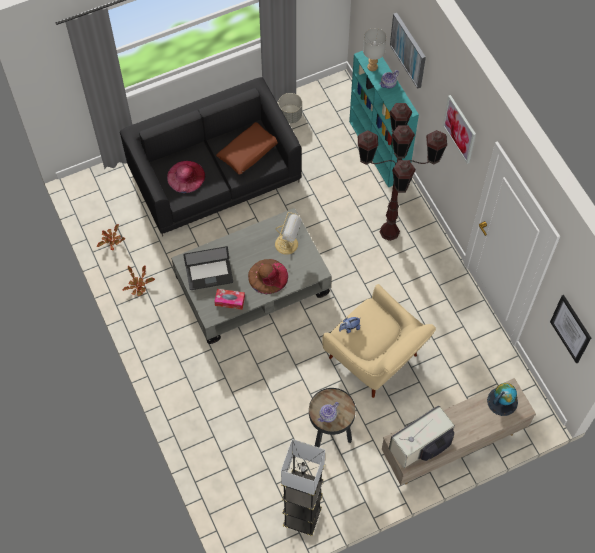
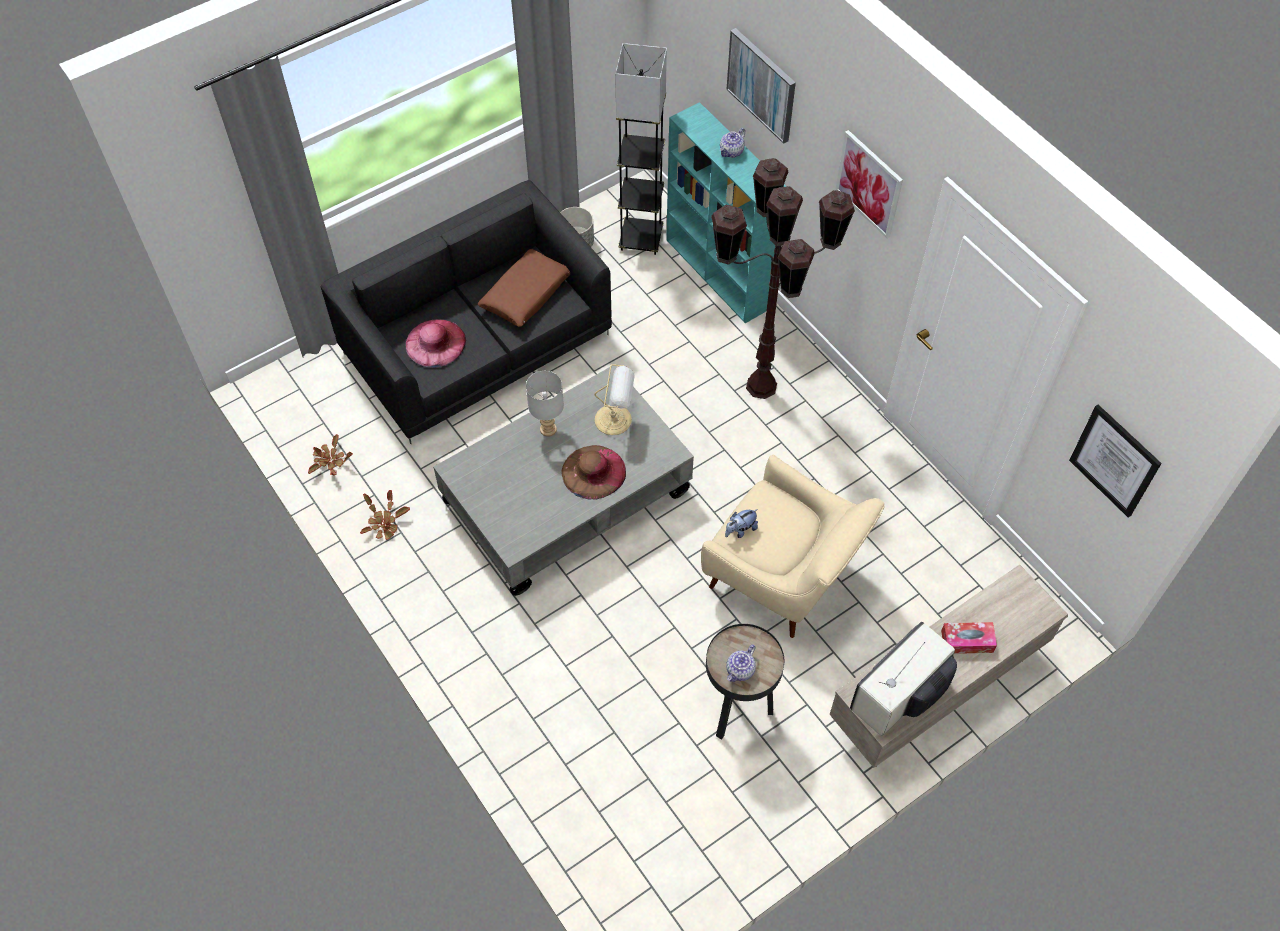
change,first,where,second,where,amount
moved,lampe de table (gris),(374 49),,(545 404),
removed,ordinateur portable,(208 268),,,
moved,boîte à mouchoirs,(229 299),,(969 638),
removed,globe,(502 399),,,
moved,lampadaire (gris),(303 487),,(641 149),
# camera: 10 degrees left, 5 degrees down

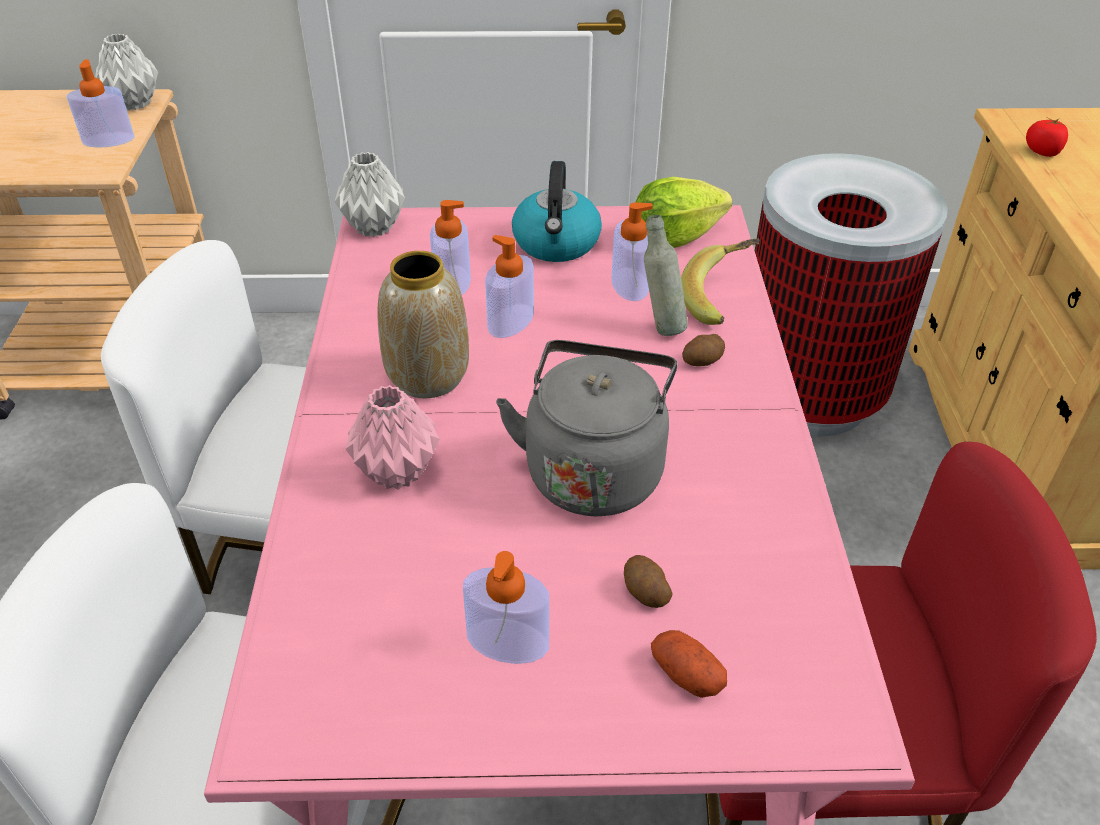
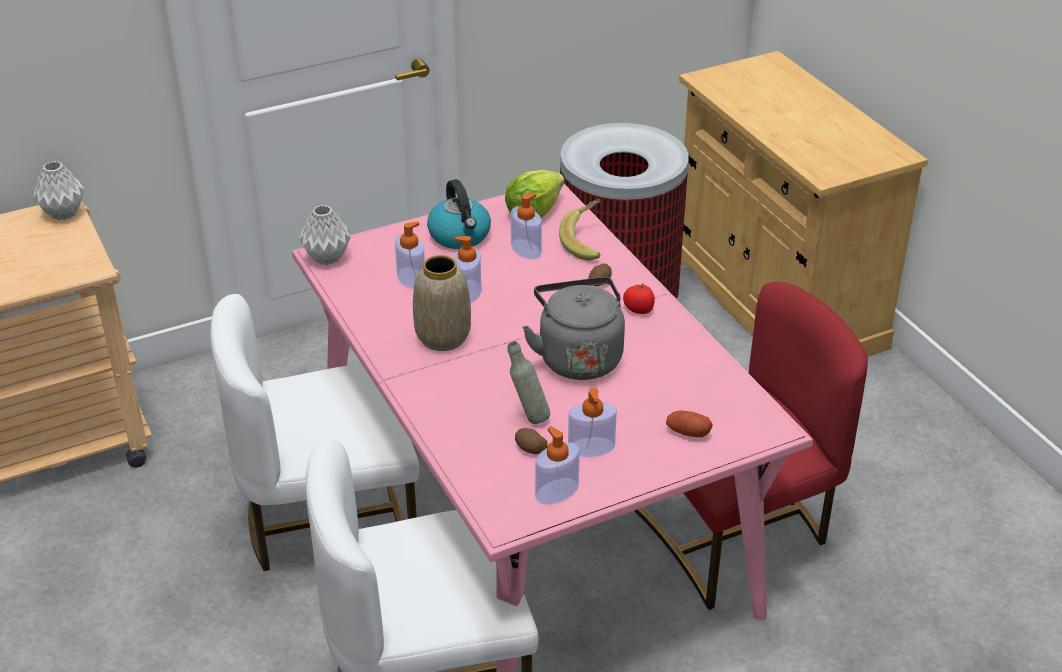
change,first,where,second,where,amount
moved,distributeur de savon,(100 103),,(557 465),
moved,tomate,(1047 137),,(639 298),
moved,bouteille (gris),(666 275),,(528 382),
removed,vase (rose),(392 437),,,
moved,pomme de terre,(648 581),,(531 441),
# camera: 25 degrees left, 5 degrees down

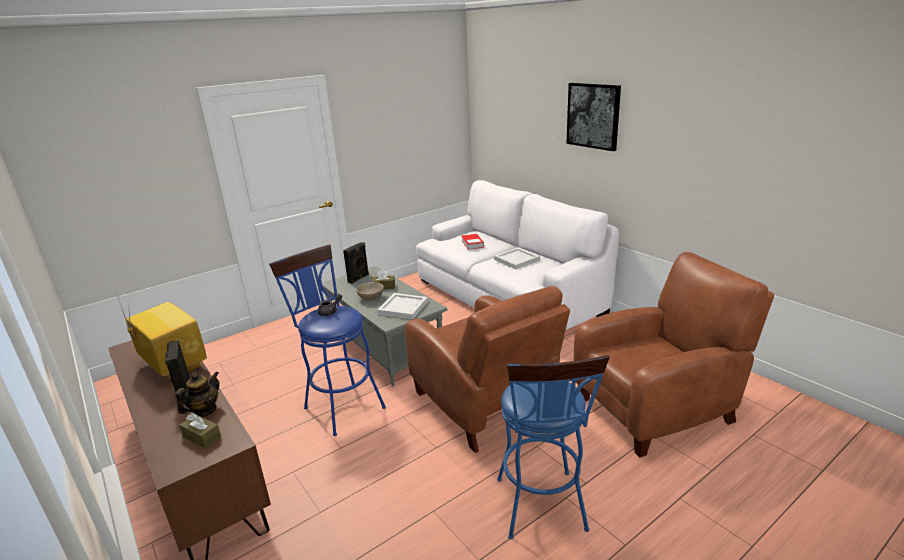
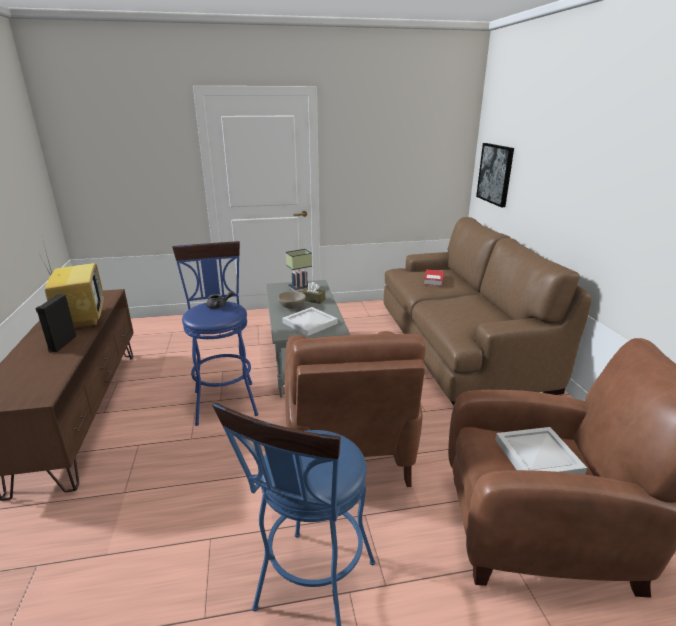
change,first,where,second,where,amount
moved,tableau,(593 117),,(495 175),
recoloured,canapé (blanc),(517 255),canapé (marron),(488 311),
replaced,enceinte (noir),(356 263),lampe de table,(299 270),
moved,plateau (blanc),(517 258),,(541 450),
removed,théière,(197 394),,,
removed,boîte à mouchoirs (marron),(200 430),,,
# camera: 25 degrees right, 0 degrees up

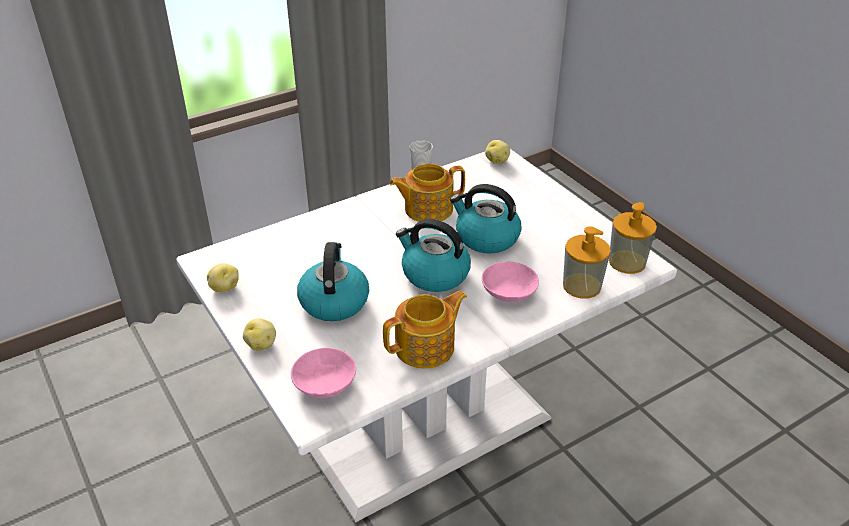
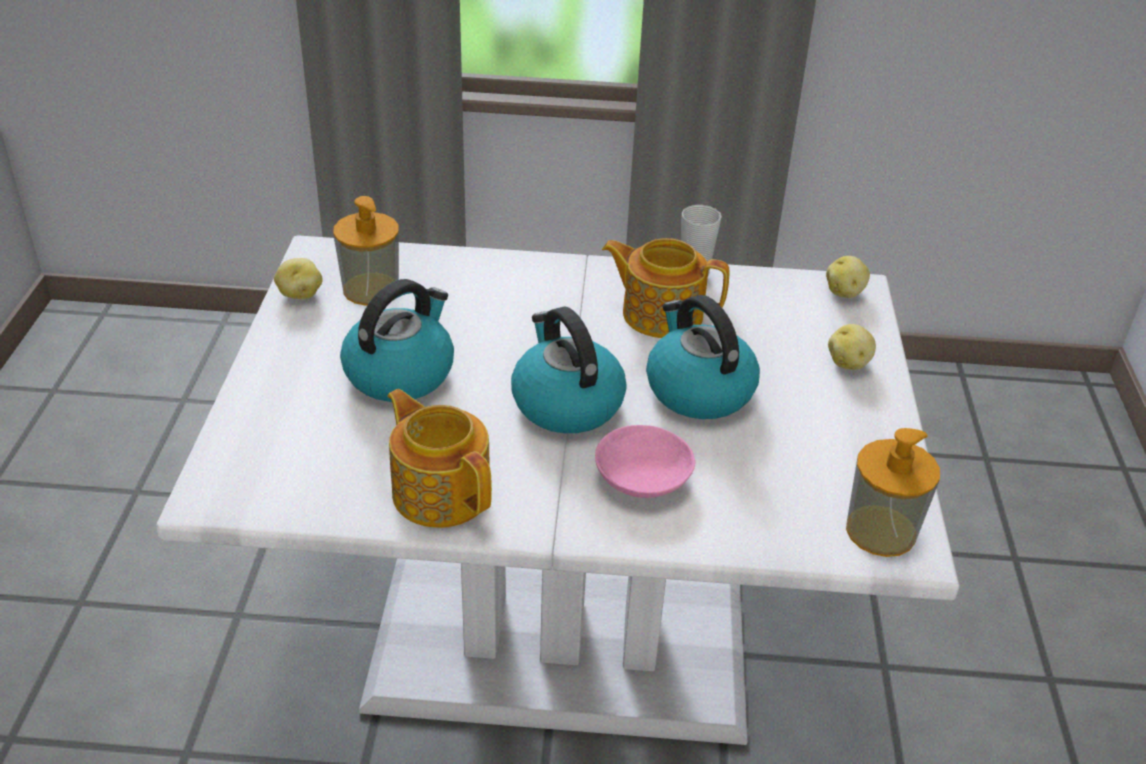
change,first,where,second,where,amount
moved,distributeur de savon,(587 262),,(366 251),
turned,théière,(425 330),,(439 458),135 degrees counterclockwise
moved,pomme de terre,(259 335),,(852 347),
removed,bol (rose),(323 373),,,
# camera: 35 degrees right, 0 degrees up

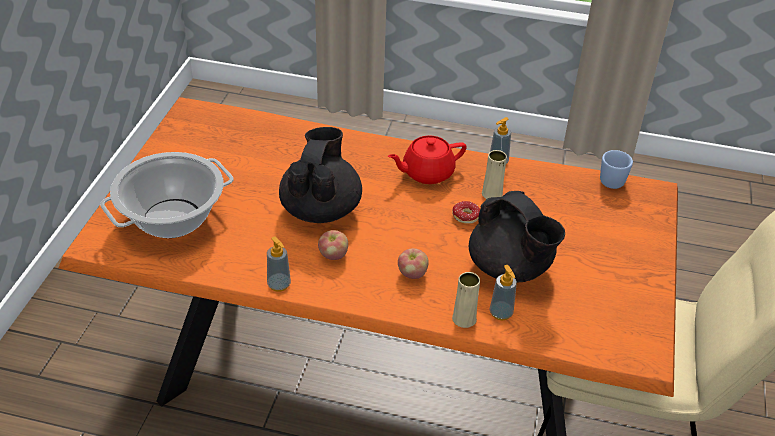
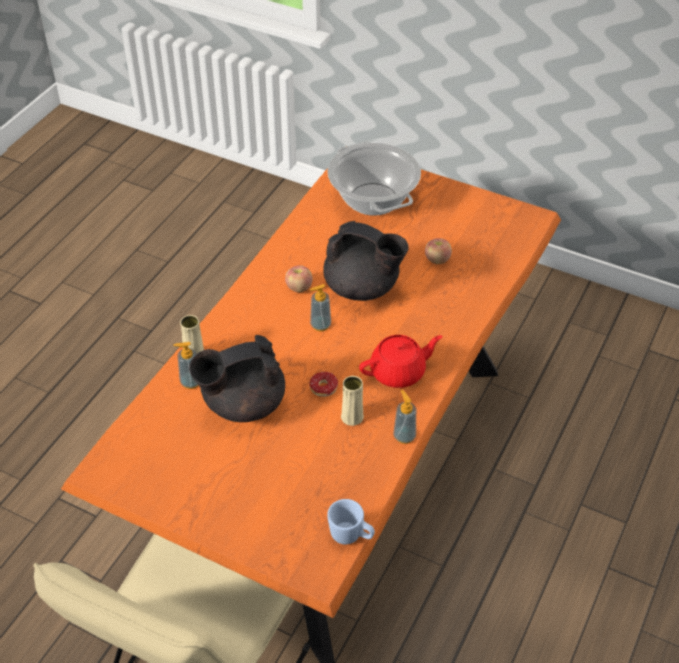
change,first,where,second,where,amount
turned,théière (rouge),(427 159),,(401 361),75 degrees clockwise
moved,distributeur de savon,(279 264),,(320 307),
moved,pomme,(413 263),,(438 251),
# camera: 105 degrees right, 5 degrees up

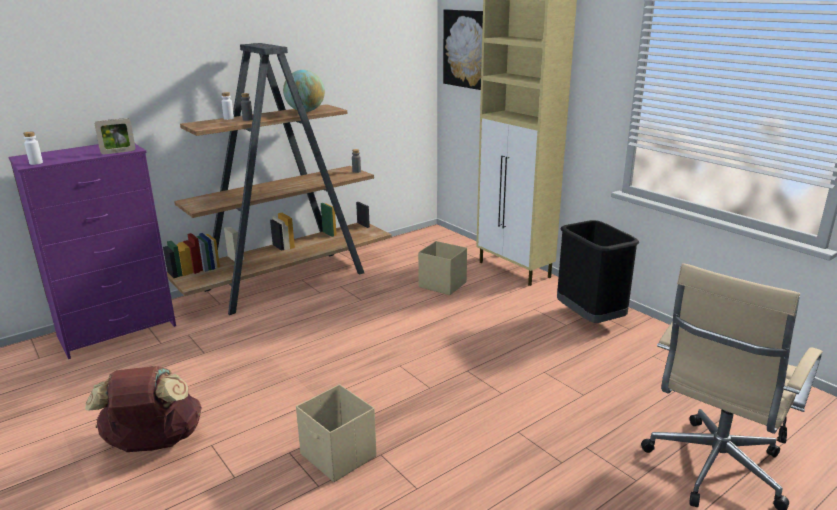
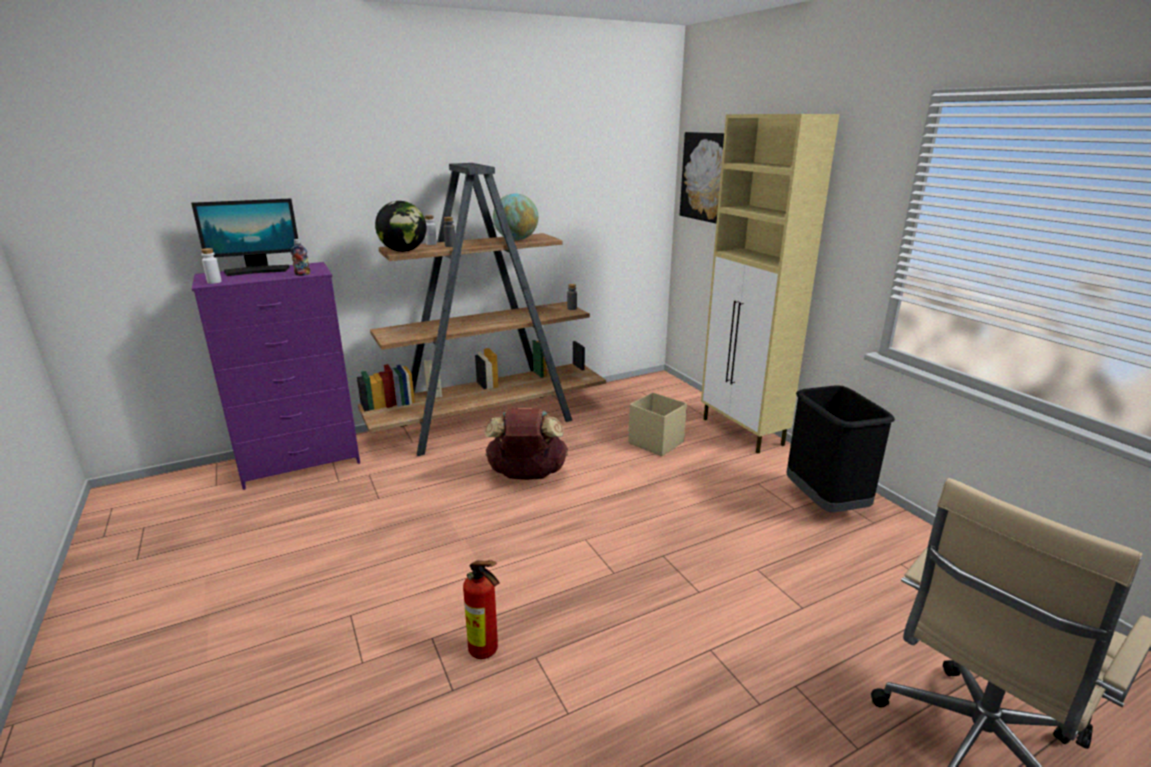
change,first,where,second,where,amount
replaced,cadre photo,(115 136),bouteille,(300 257),
moved,sac à dos (marron),(143 409),,(526 444),
replaced,boîte de rangement (beige),(336 433),extincteur,(481 609),
added,,,écran d'ordinateur,(244 237),
added,,,globe,(400 226),
# camera: 10 degrees right, 0 degrees up

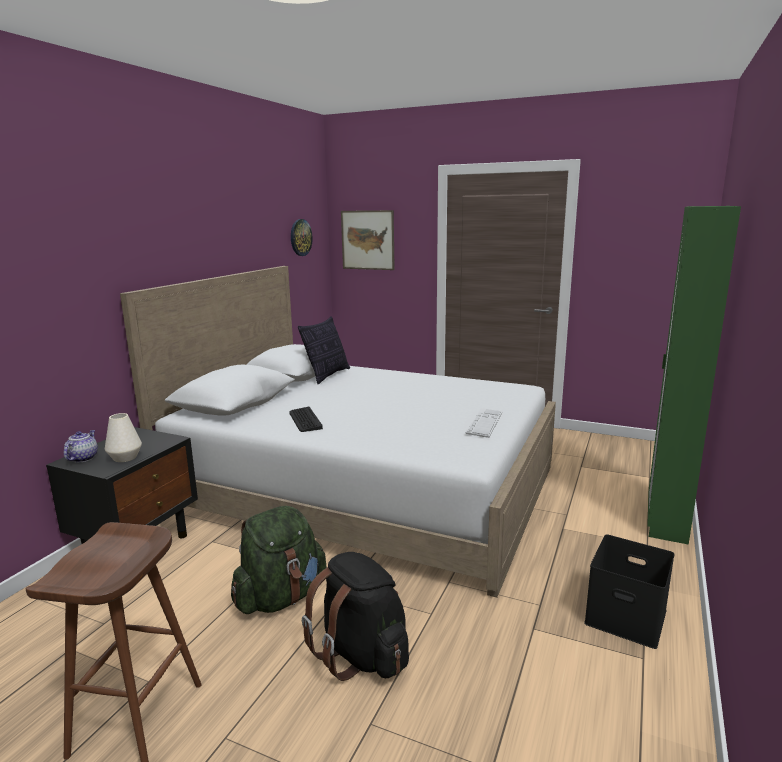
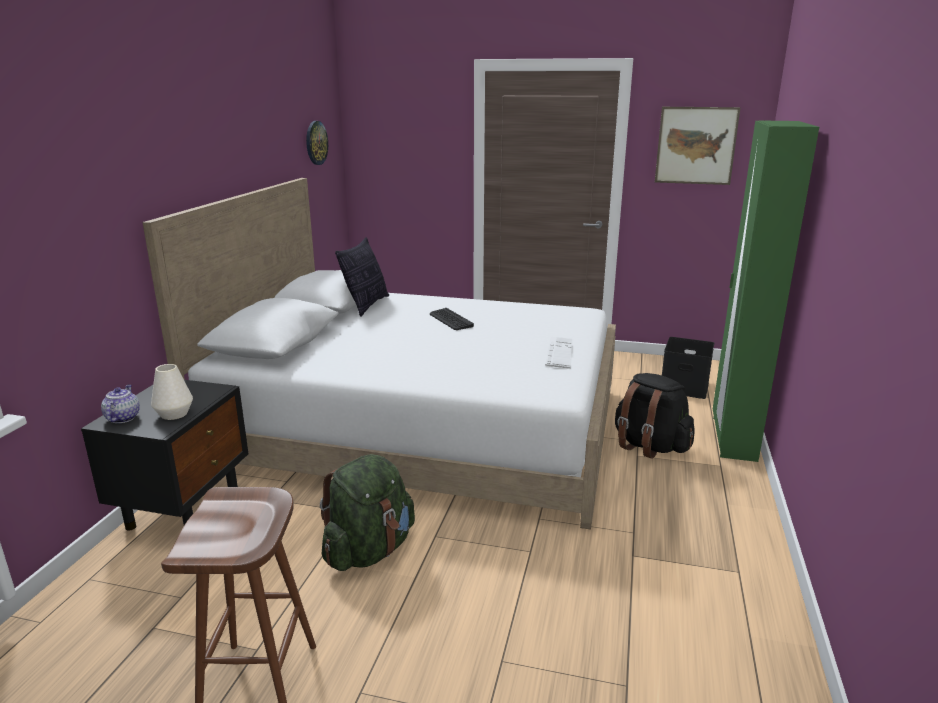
change,first,where,second,where,amount
moved,tableau,(368 240),,(698 146),
moved,clavier,(306 419),,(452 319),
moved,boîte de rangement (noir),(629 591),,(688 368),
moved,sac à dos (noir),(355 616),,(655 415),
# camera: 10 degrees left, 5 degrees up

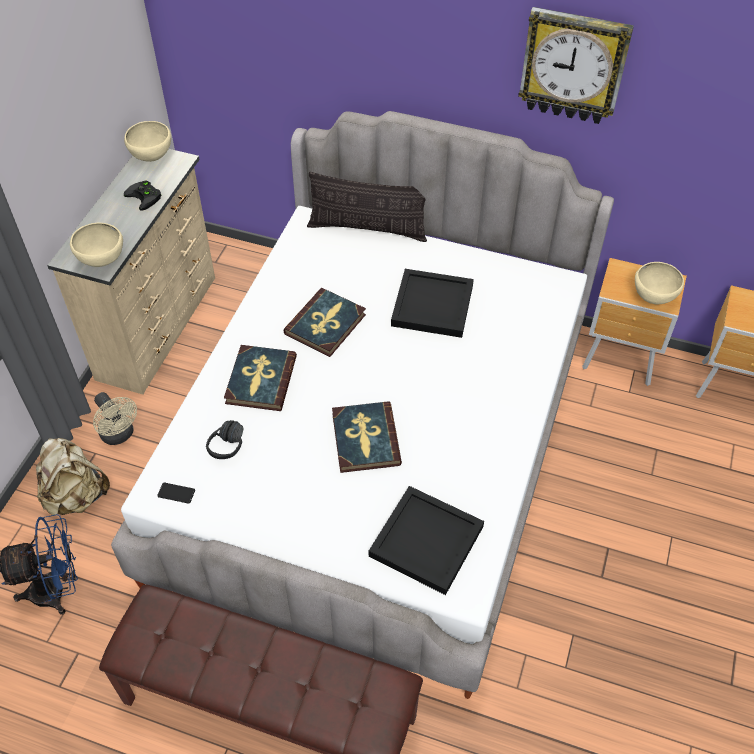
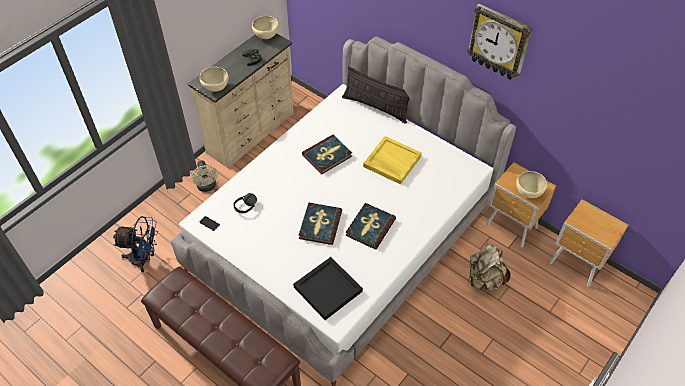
change,first,where,second,where,amount
recoloured,plateau (noir),(432 303),plateau (jaune),(392 160),
moved,livre,(260 378),,(371 226),
moved,sac à dos (beige),(73 476),,(489 268),
# camera: 20 degrees right, 0 degrees up

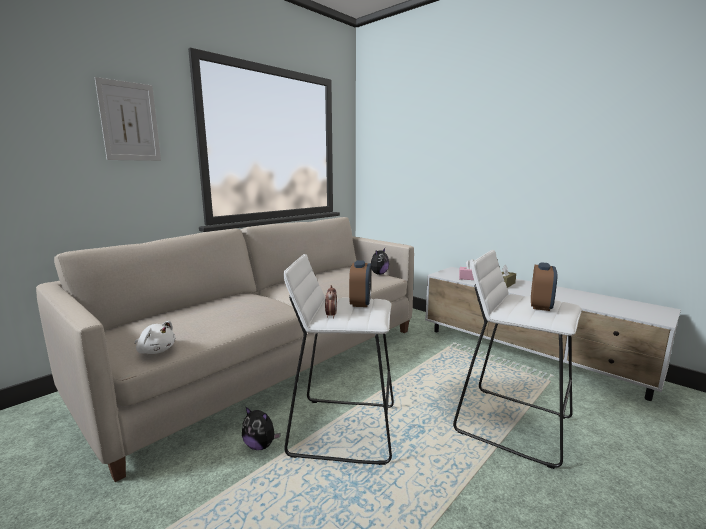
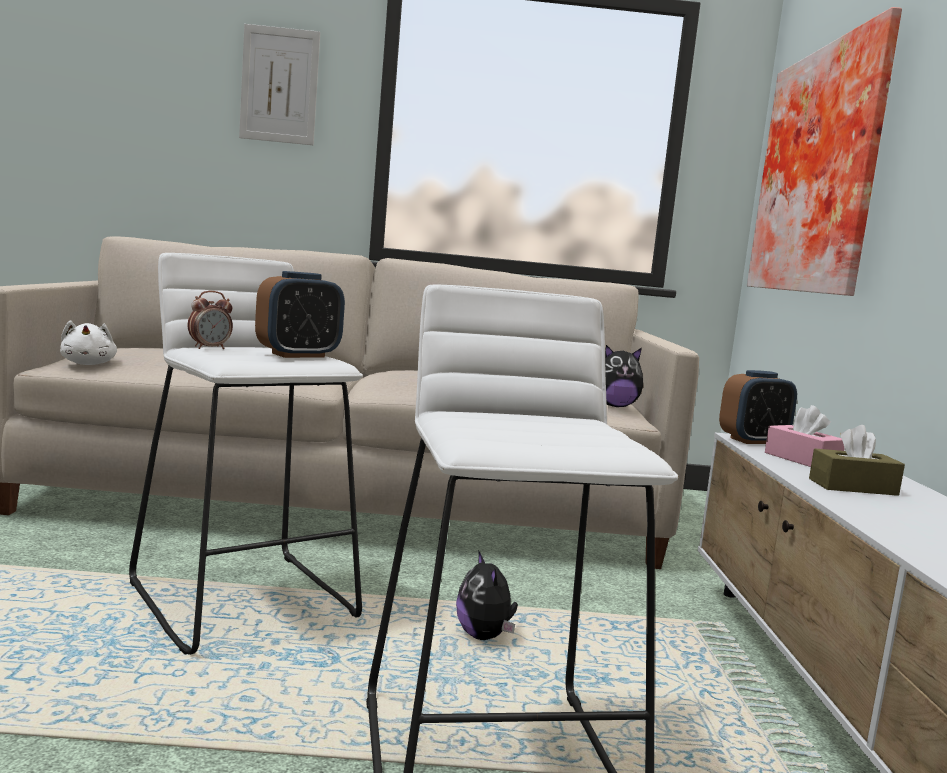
change,first,where,second,where,amount
moved,réveil,(544 286),,(758 407),
moved,peluche,(261 428),,(487 595),
added,,,tableau,(824 151),
# camera: 45 degrees right, 5 degrees down

